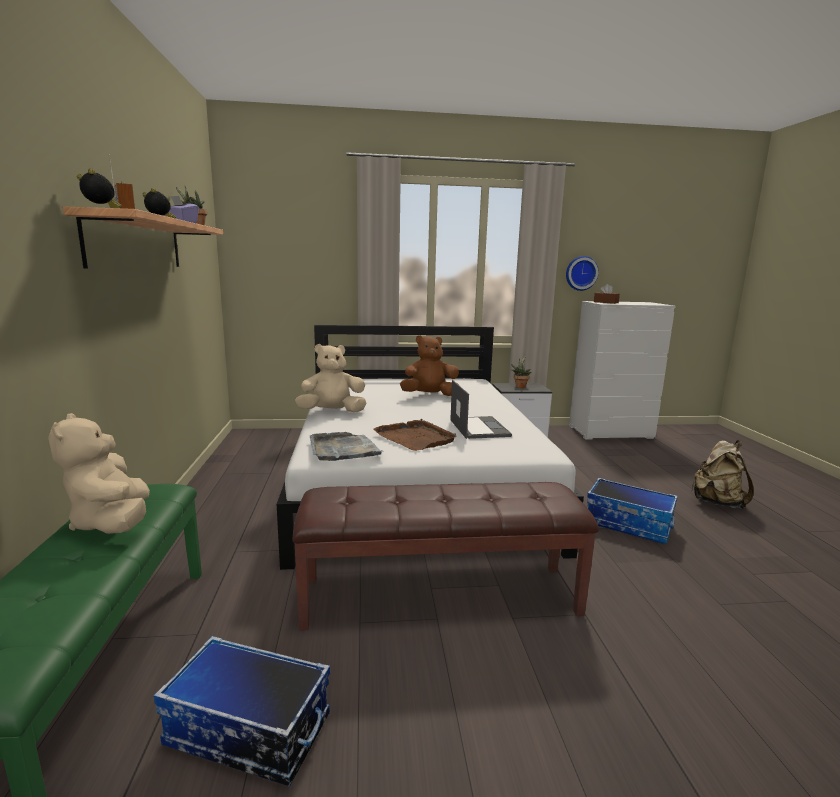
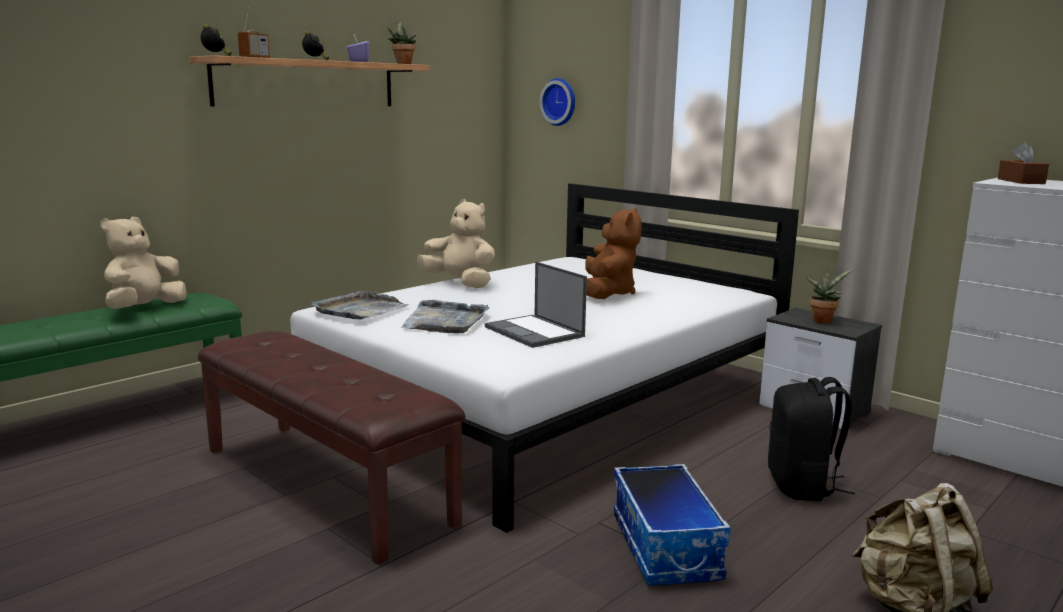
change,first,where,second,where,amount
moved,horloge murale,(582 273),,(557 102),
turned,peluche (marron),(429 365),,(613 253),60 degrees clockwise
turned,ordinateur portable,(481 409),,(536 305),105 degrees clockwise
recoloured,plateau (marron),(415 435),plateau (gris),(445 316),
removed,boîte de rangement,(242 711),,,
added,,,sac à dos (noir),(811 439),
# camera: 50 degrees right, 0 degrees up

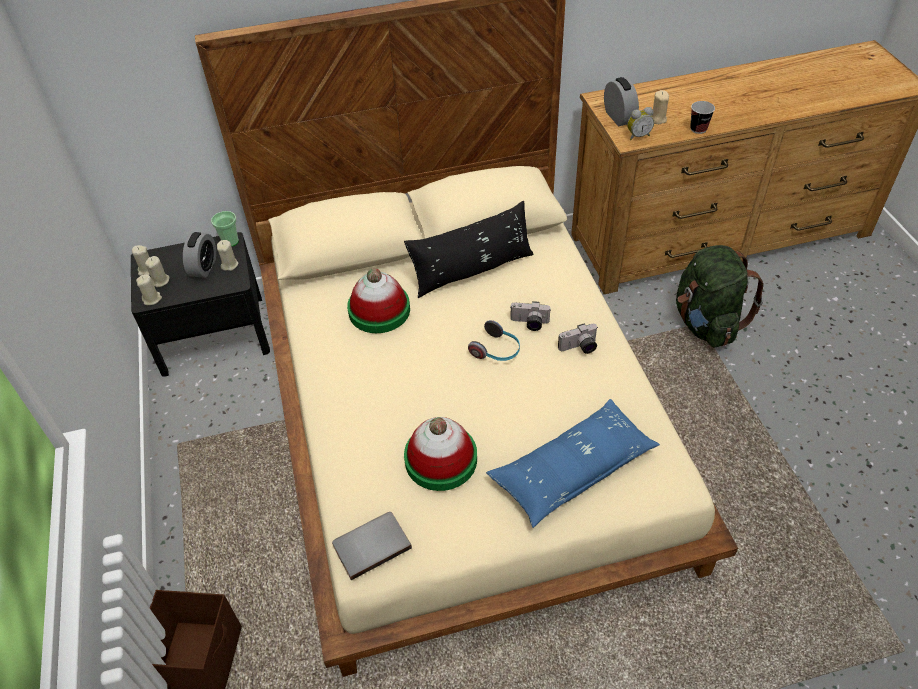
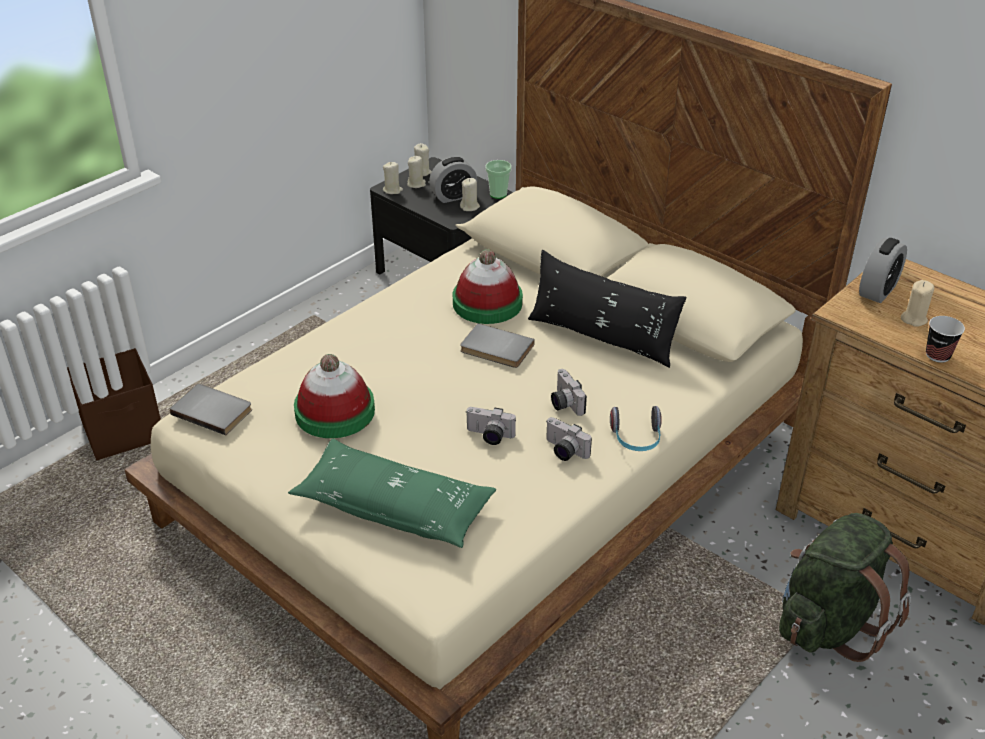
change,first,where,second,where,amount
removed,réveil,(640 123),,,
moved,casque audio,(494 340),,(636 428),
recoloured,coussin (bleu),(573 463),coussin (vert),(392 493),
added,,,livre (gris),(497 345),
added,,,appareil photo,(491 426),
# camera: 55 degrees right, 10 degrees down

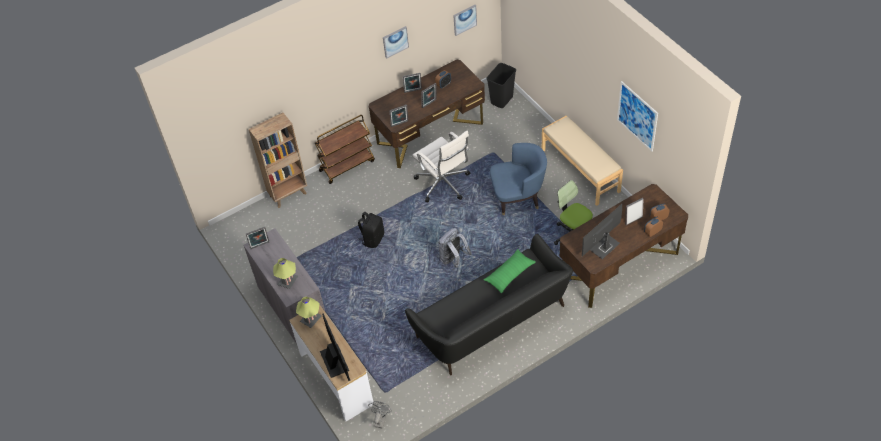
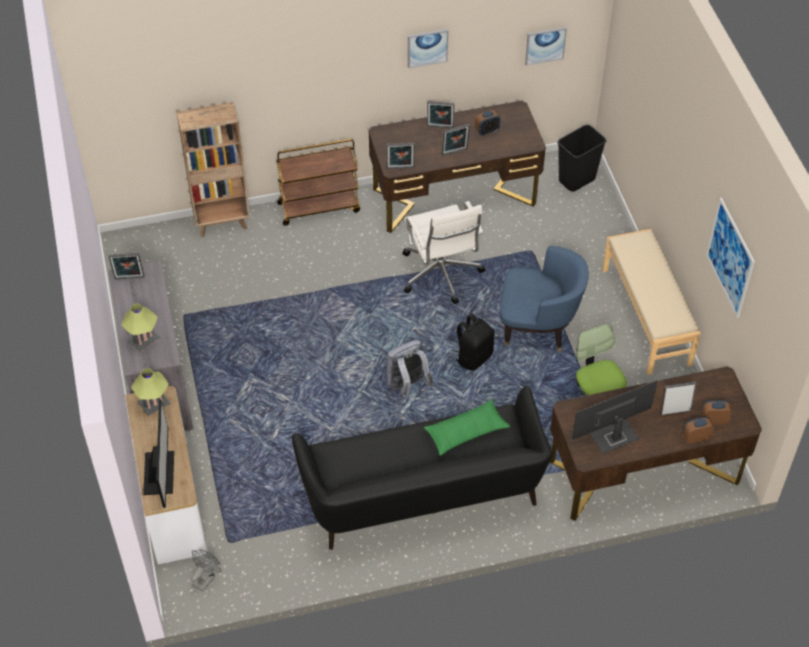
change,first,where,second,where,amount
moved,sac à dos (noir),(371 230),,(473 342),
# camera: 15 degrees right, 0 degrees up

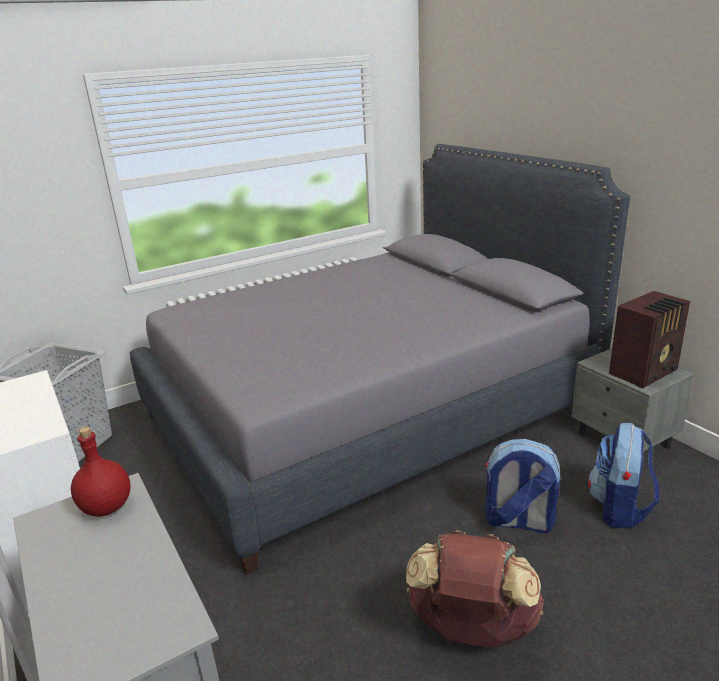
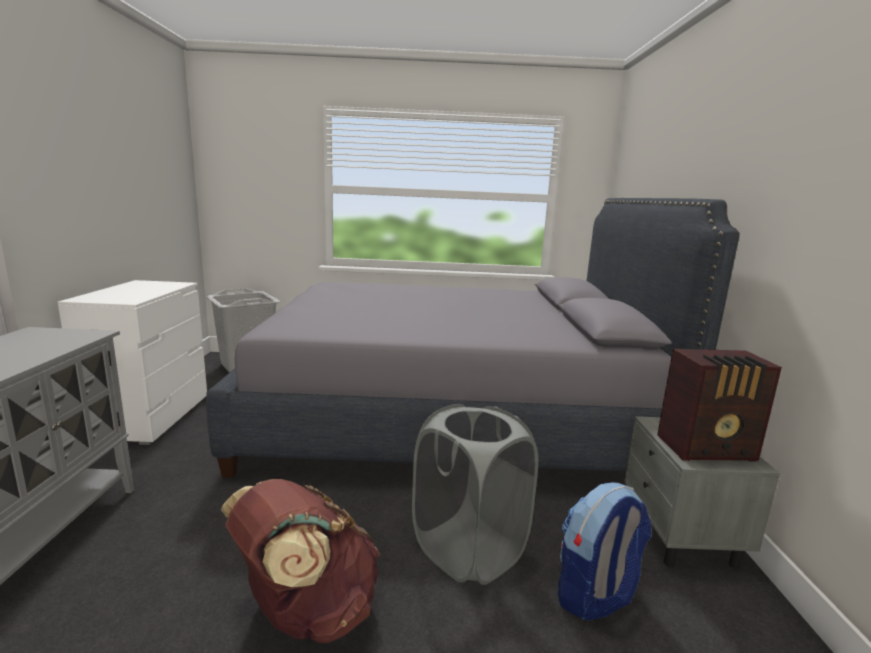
change,first,where,second,where,amount
removed,bouteille (rouge),(101 472),,,
replaced,sac à dos,(522 486),panier à linge (gris),(475 494),
# camera: 30 degrees right, 10 degrees down

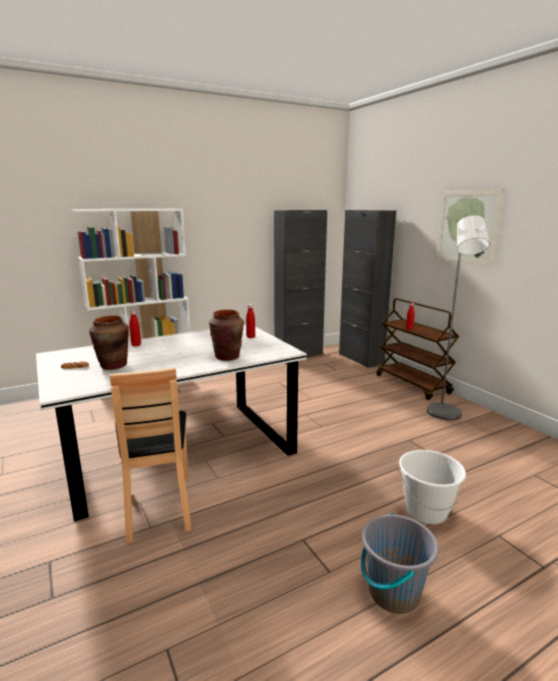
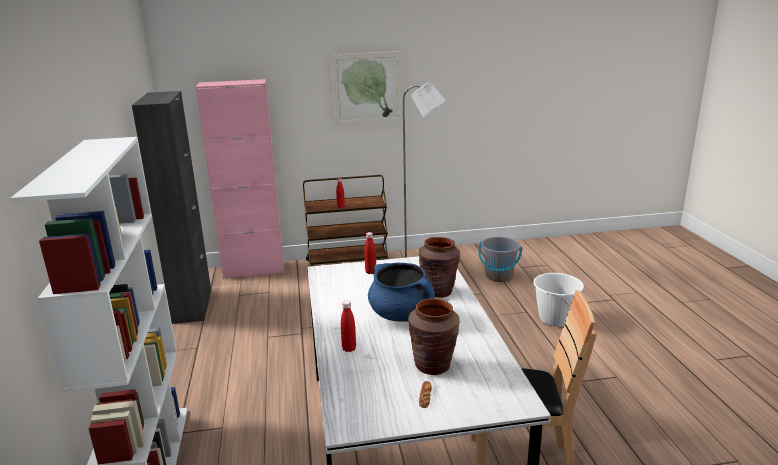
change,first,where,second,where,amount
recoloured,meuble de rangement (noir),(367 289),meuble de rangement (rose),(240 179),
moved,seau (gris),(400 563),,(500 259),
added,,,marmite (bleu),(401 292),
# camera: 70 degrees left, 5 degrees up

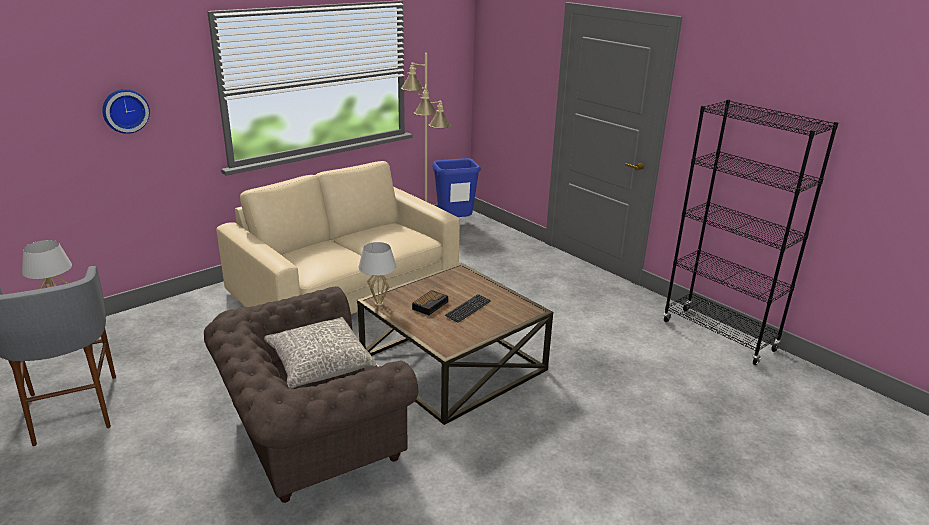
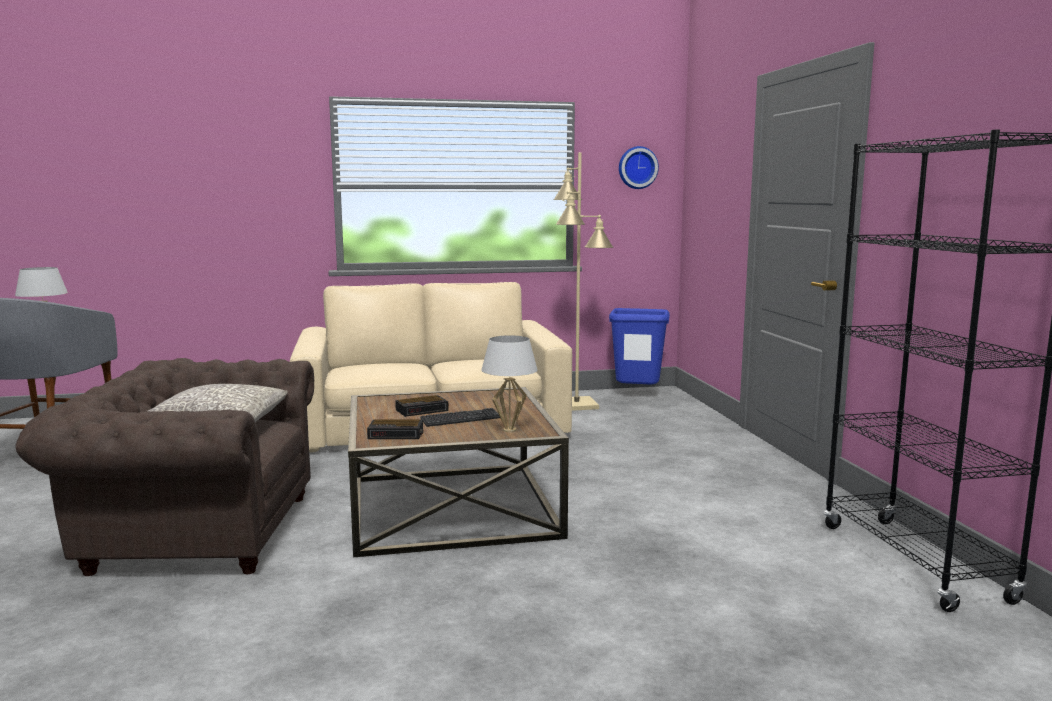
change,first,where,second,where,amount
moved,horloge murale,(126 111),,(639 167),
moved,lampe de table (blanc),(378 274),,(509 383),
added,,,réveil,(395 429),
# camera: 30 degrees right, 15 degrees down

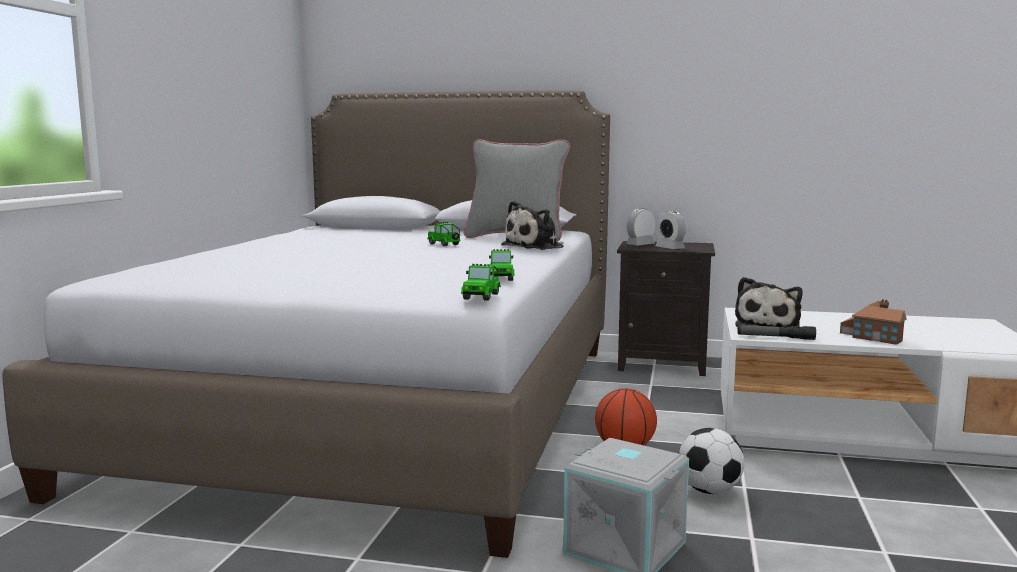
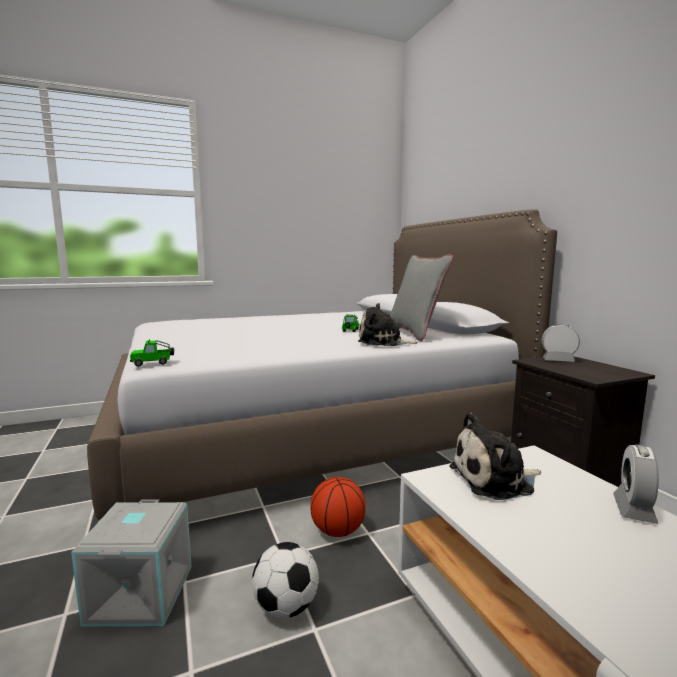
change,first,where,second,where,amount
moved,réveil,(670 230),,(636 484),
removed,petite voiture,(501 265),,,
removed,maison miniature,(873 322),,,
removed,lampe de poche,(777 332),,,
# camera: 55 degrees right, 0 degrees up

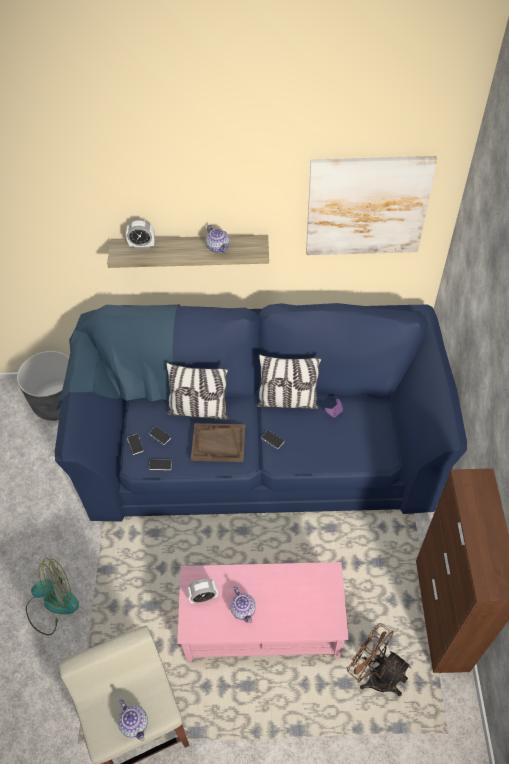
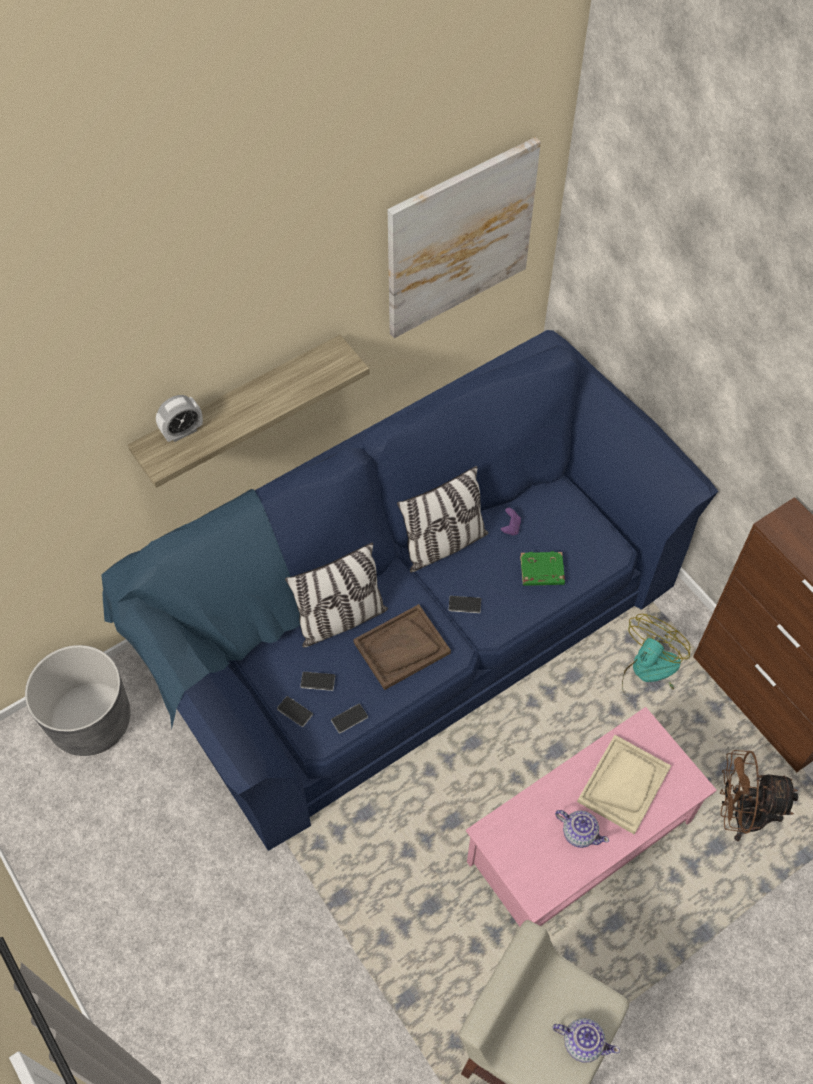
change,first,where,second,where,amount
removed,théière,(218 239),,,
moved,ventilateur,(52 596),,(656 656),
removed,réveil,(202 591),,,
added,,,livre (vert),(542 568),
added,,,plateau (beige),(624 785),
# camera: 35 degrees left, 5 degrees up

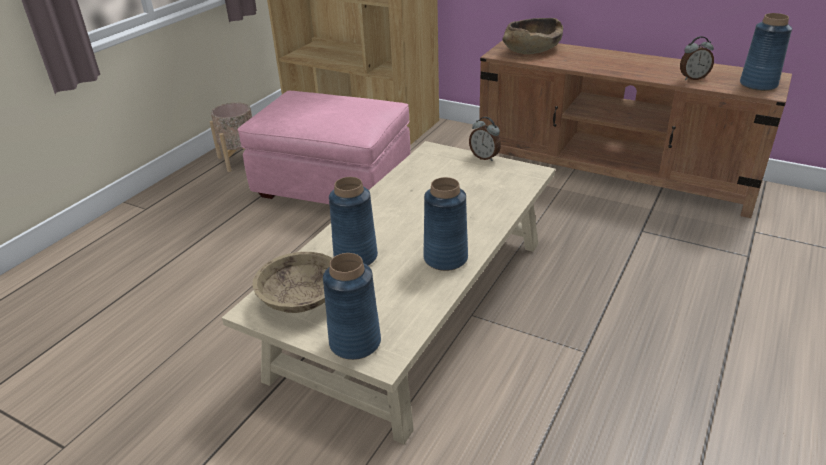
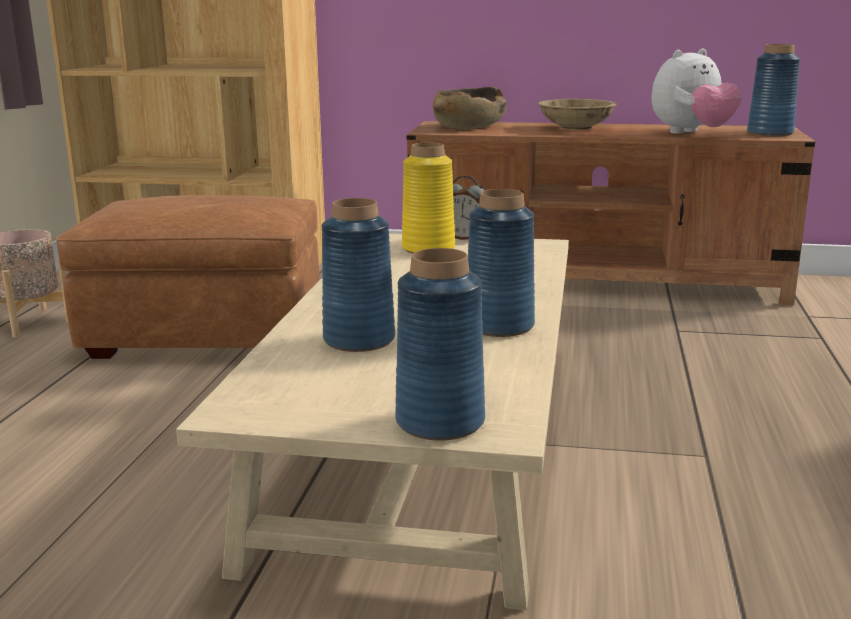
change,first,where,second,where,amount
replaced,réveil,(697 58),peluche,(696 91),
recoloured,pouf (rose),(324 147),pouf (marron),(187 277),
moved,bol (beige),(292 282),,(577 114),
added,,,vase (jaune),(428 198),
# camera: 20 degrees left, 15 degrees down

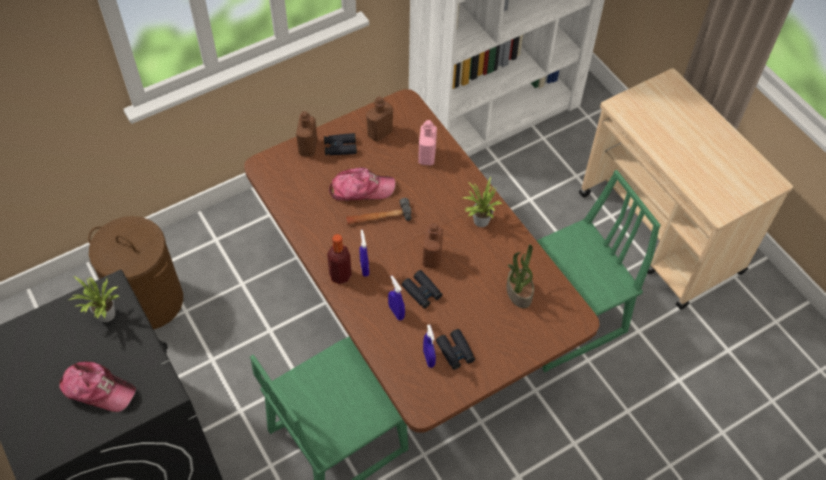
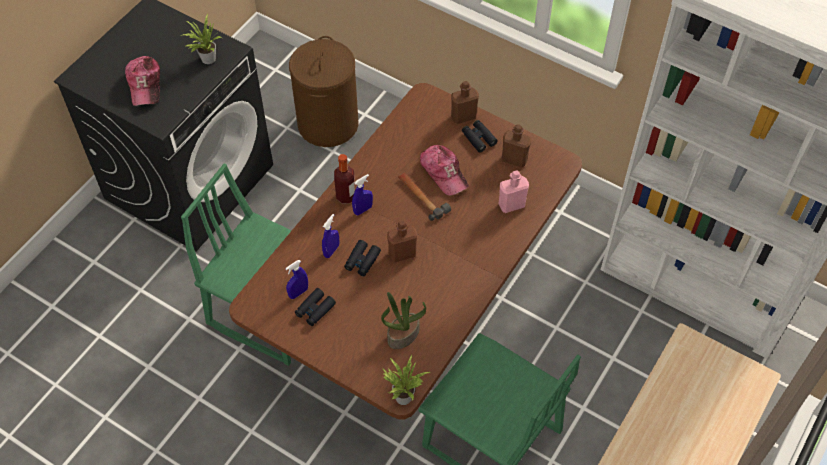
change,first,where,second,where,amount
moved,plante en pot,(482 201),,(406 380),
# camera: 65 degrees right, 0 degrees up

